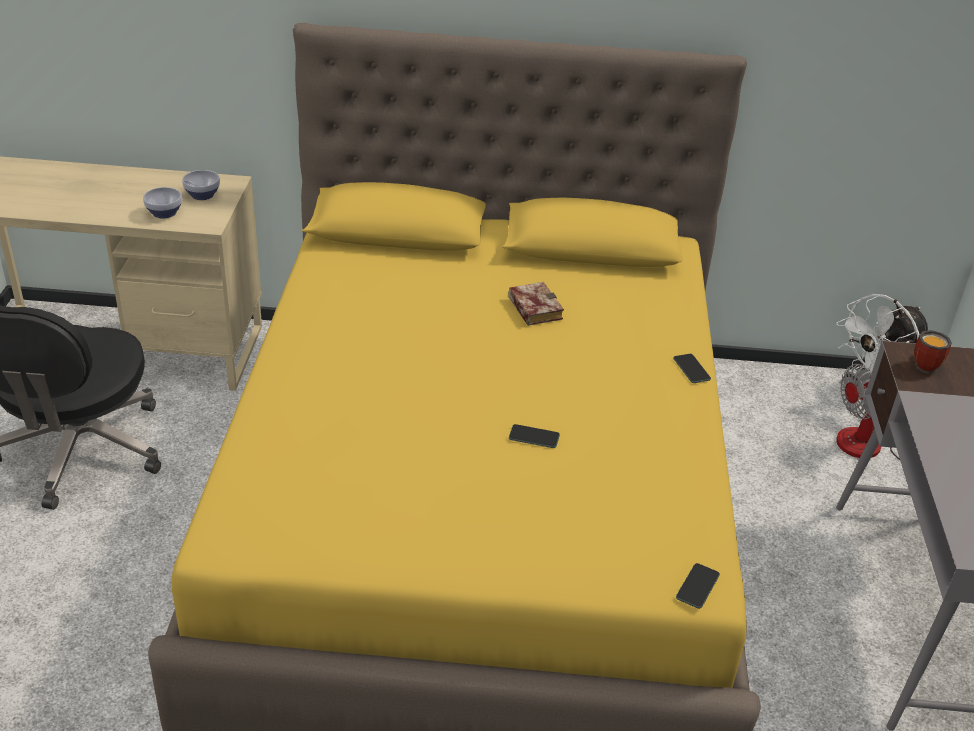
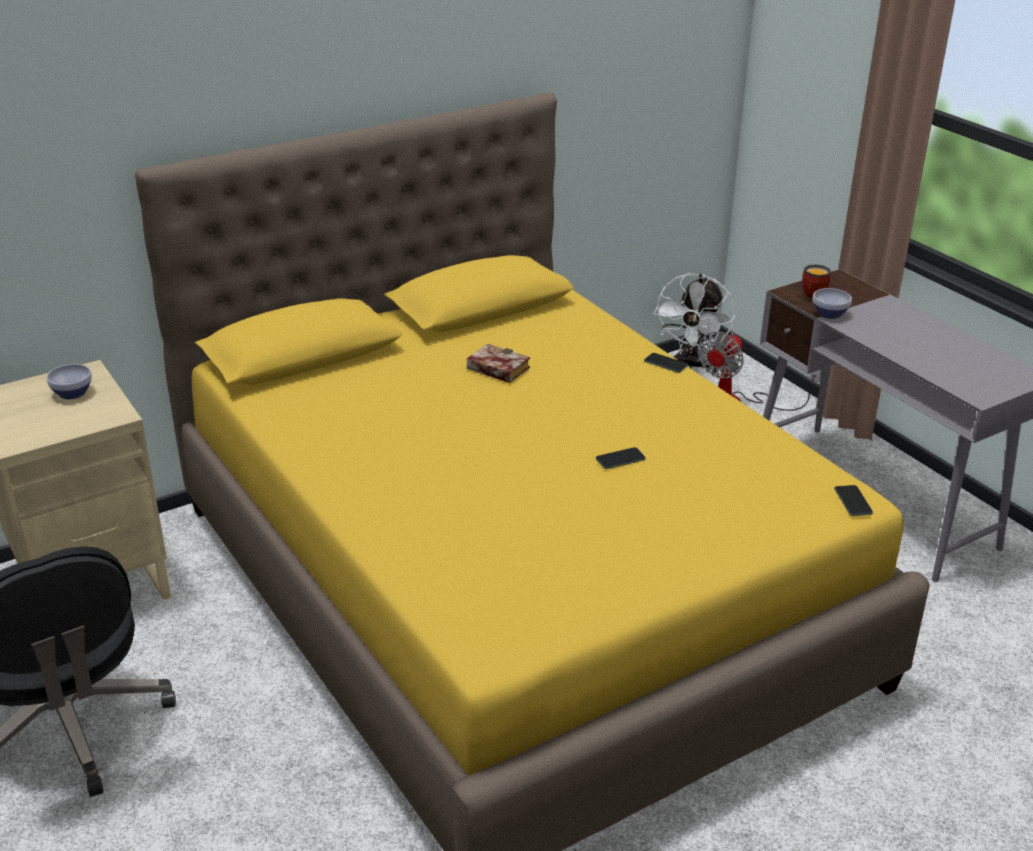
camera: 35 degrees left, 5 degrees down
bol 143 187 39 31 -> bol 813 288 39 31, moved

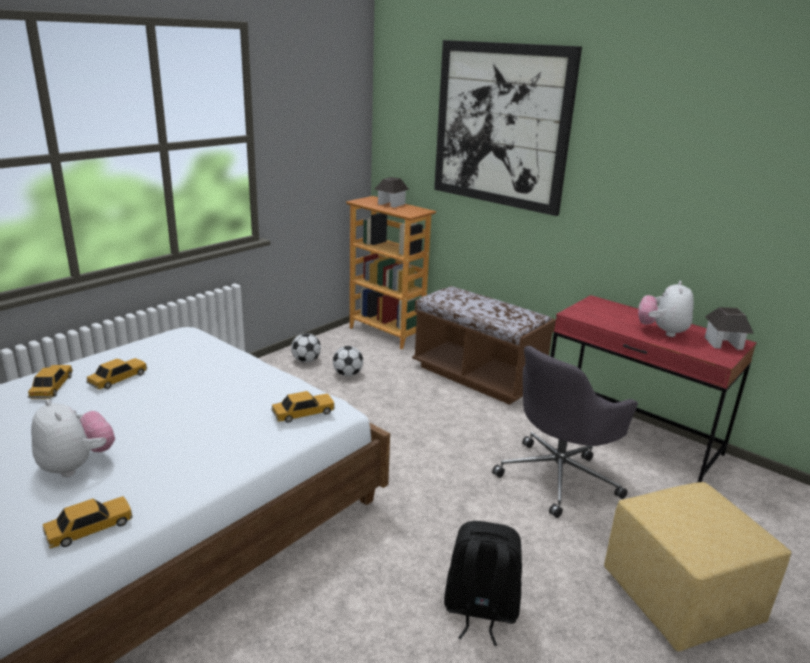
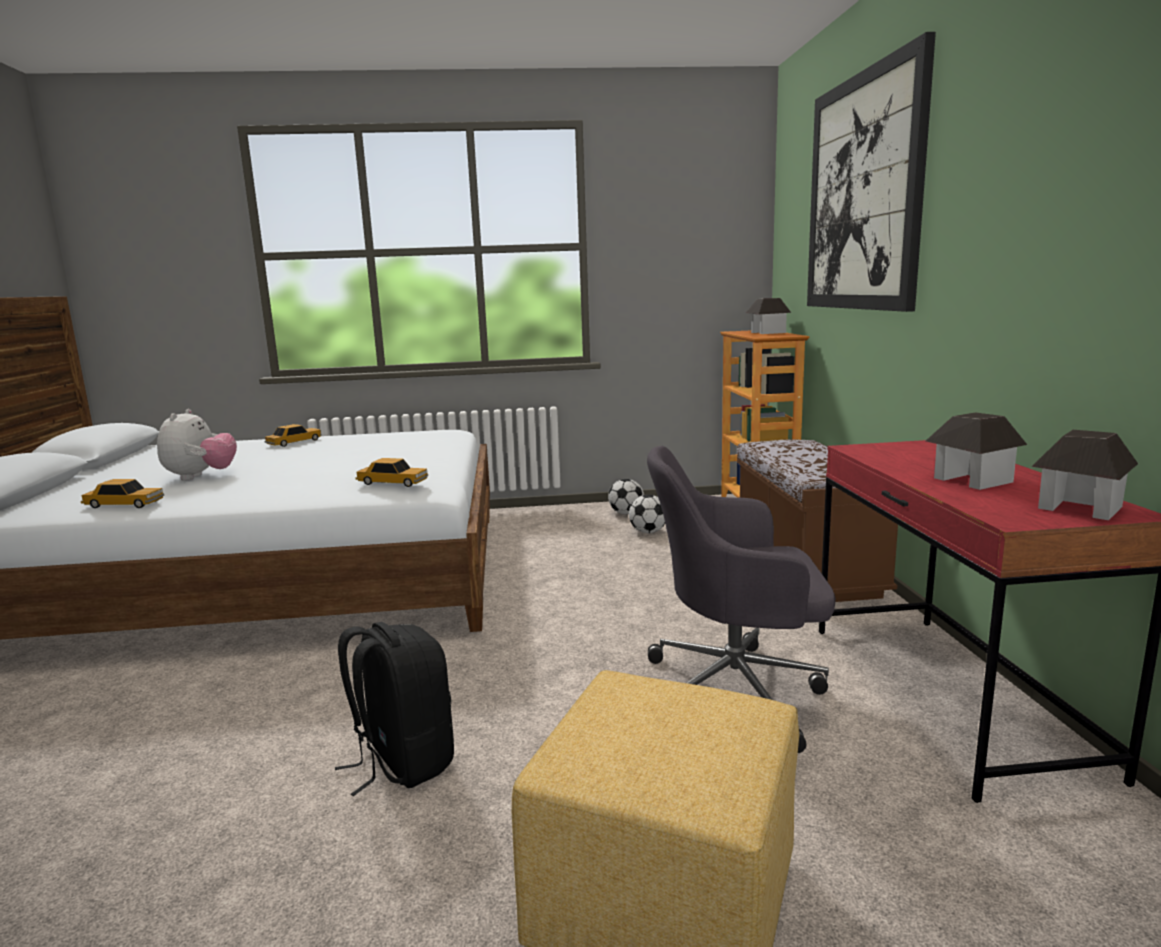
camera: 45 degrees right, 10 degrees down
petite voiture 86 358 61 31 -> none
peluche 638 281 56 56 -> maison miniature 926 412 101 78

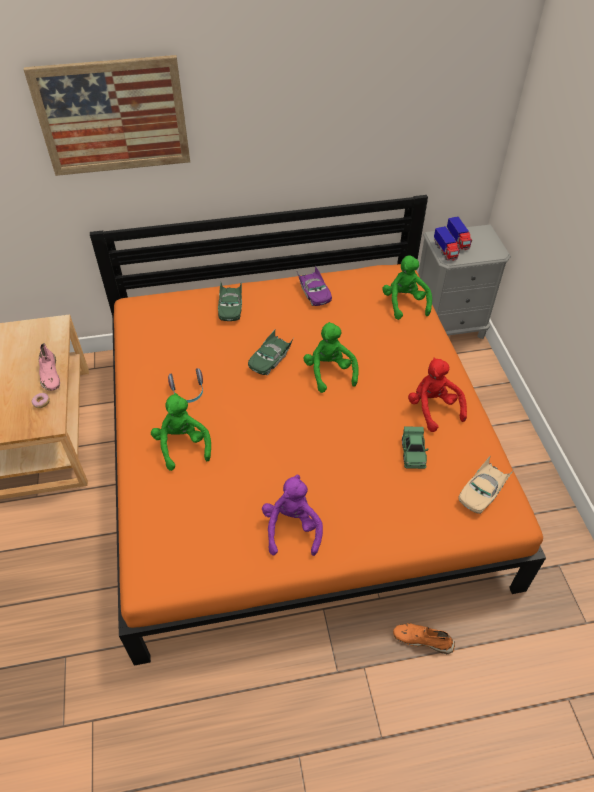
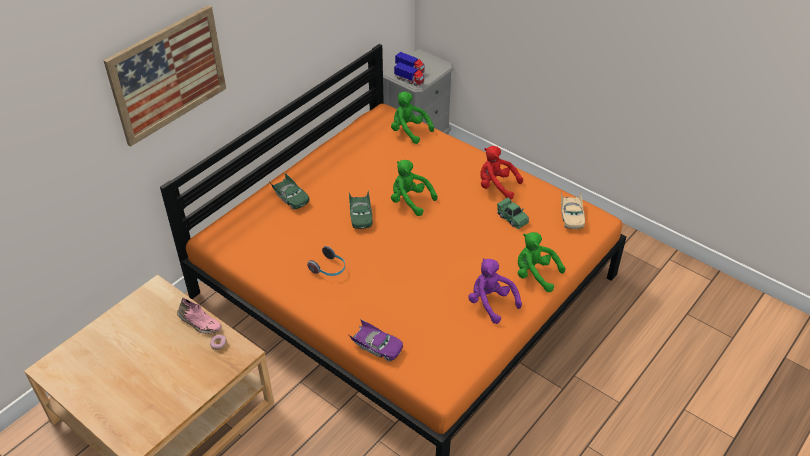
camera: 40 degrees left, 5 degrees down
chaussure/orange 393 623 62 31 -> none
peluche/vert 151 393 60 78 -> peluche/vert 518 232 47 60, moved
petite voiture/violet 297 265 35 41 -> petite voiture/violet 349 319 54 42, moved

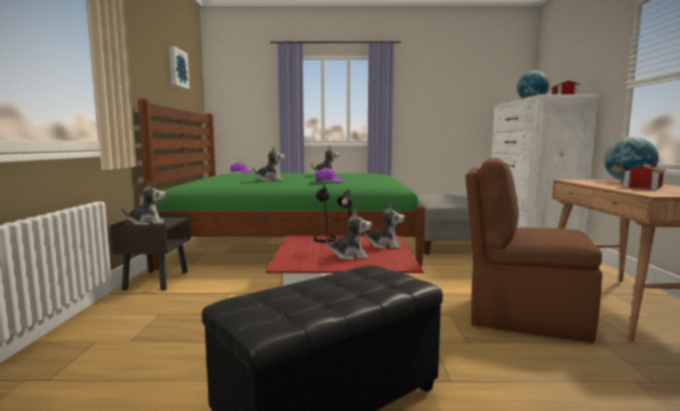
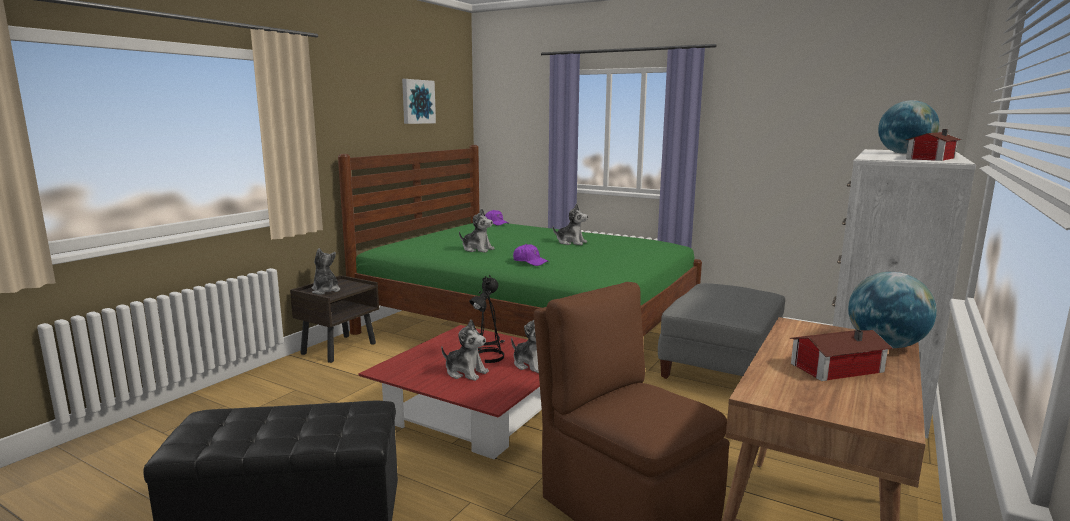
camera: 30 degrees right, 5 degrees up
peluche 122 181 44 44 -> peluche 312 248 28 47, 135 degrees counterclockwise

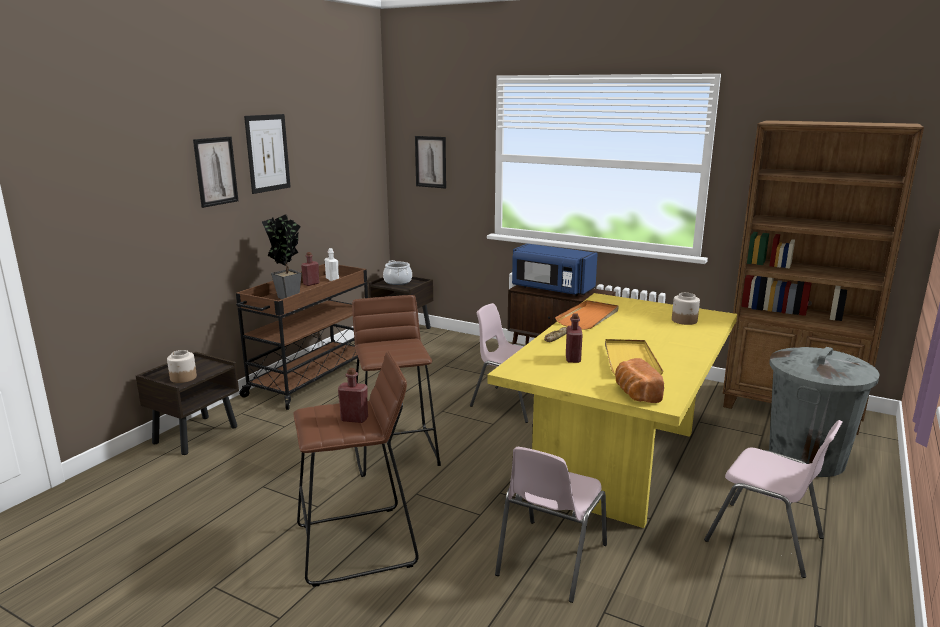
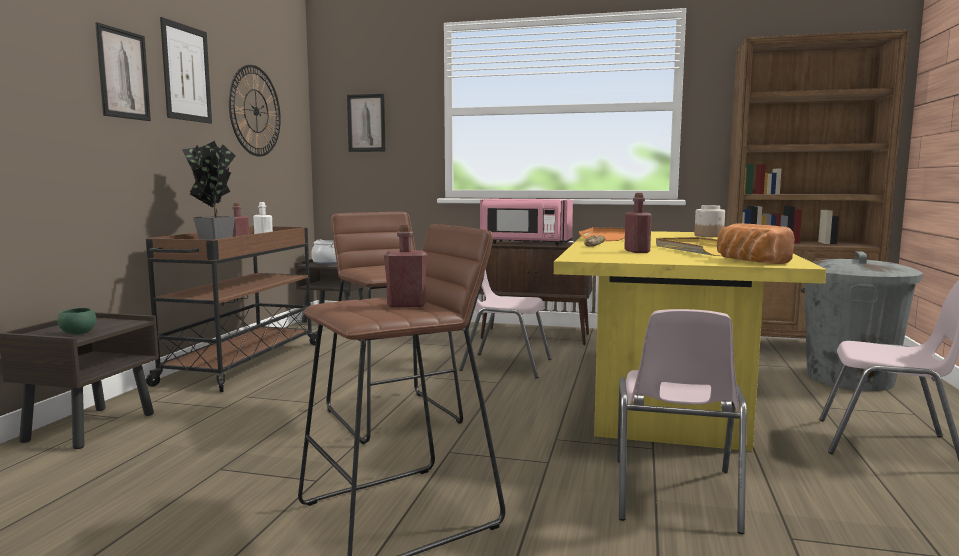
camera: 15 degrees left, 10 degrees down
none -> horloge murale 229 65 52 91
bocal 167 350 30 33 -> bol/vert 57 308 39 26
micro-ondes/bleu 512 244 86 52 -> micro-ondes/rose 480 199 93 46

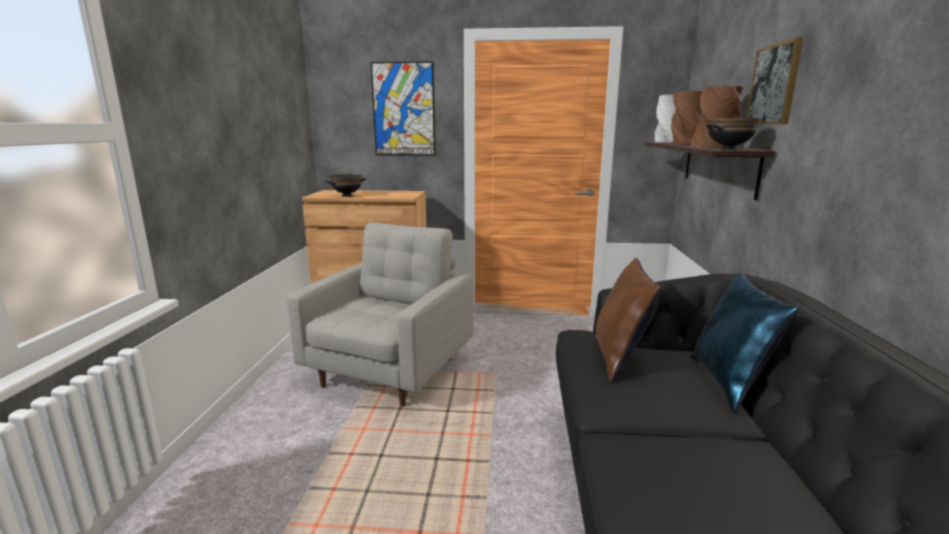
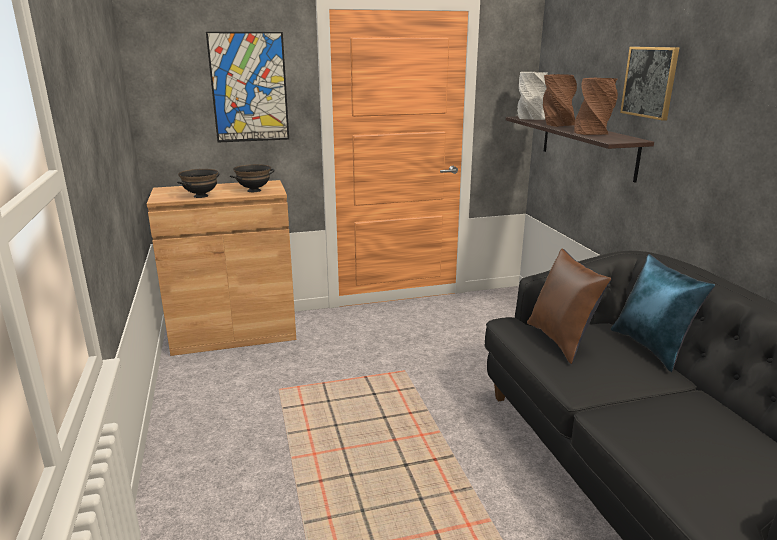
camera: 20 degrees left, 5 degrees up
fauteuil/gris 287 222 186 185 -> none
bol/noir 706 118 56 32 -> bol/noir 230 164 45 28, moved

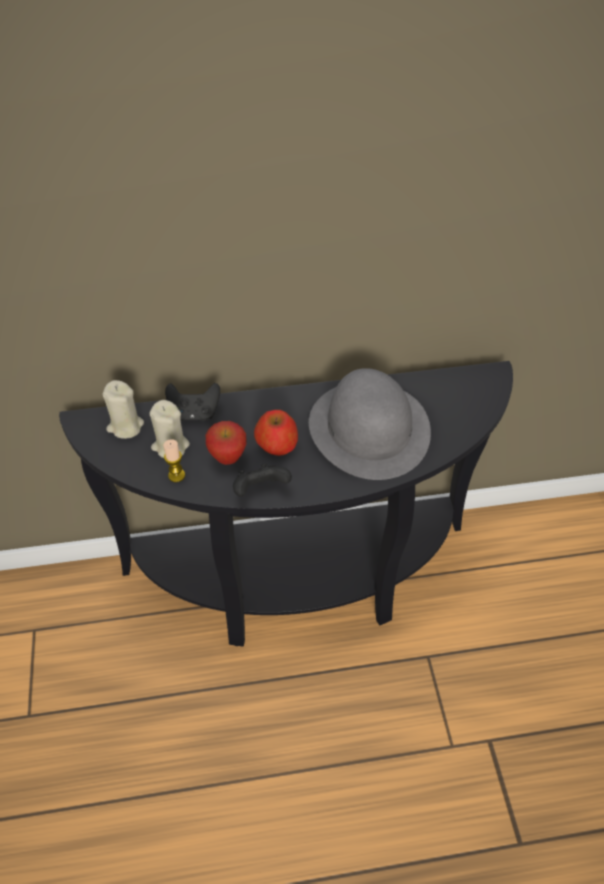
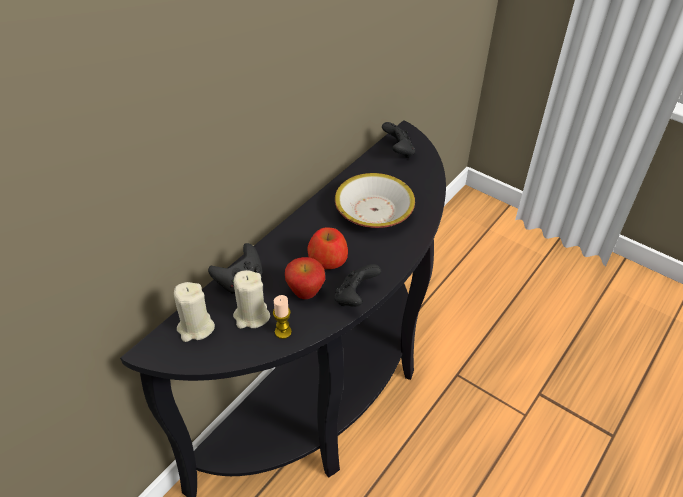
camera: 45 degrees left, 5 degrees down
none -> manette/noir 382 122 33 37
chapeau/gris 309 368 122 112 -> bol 335 173 80 55

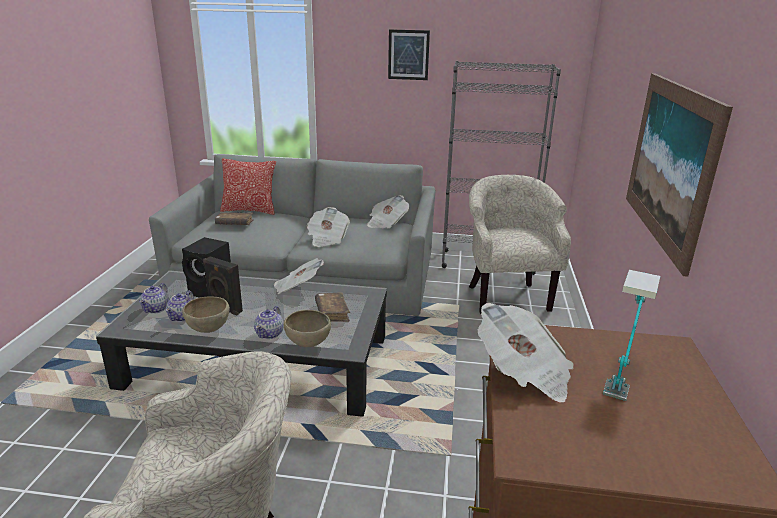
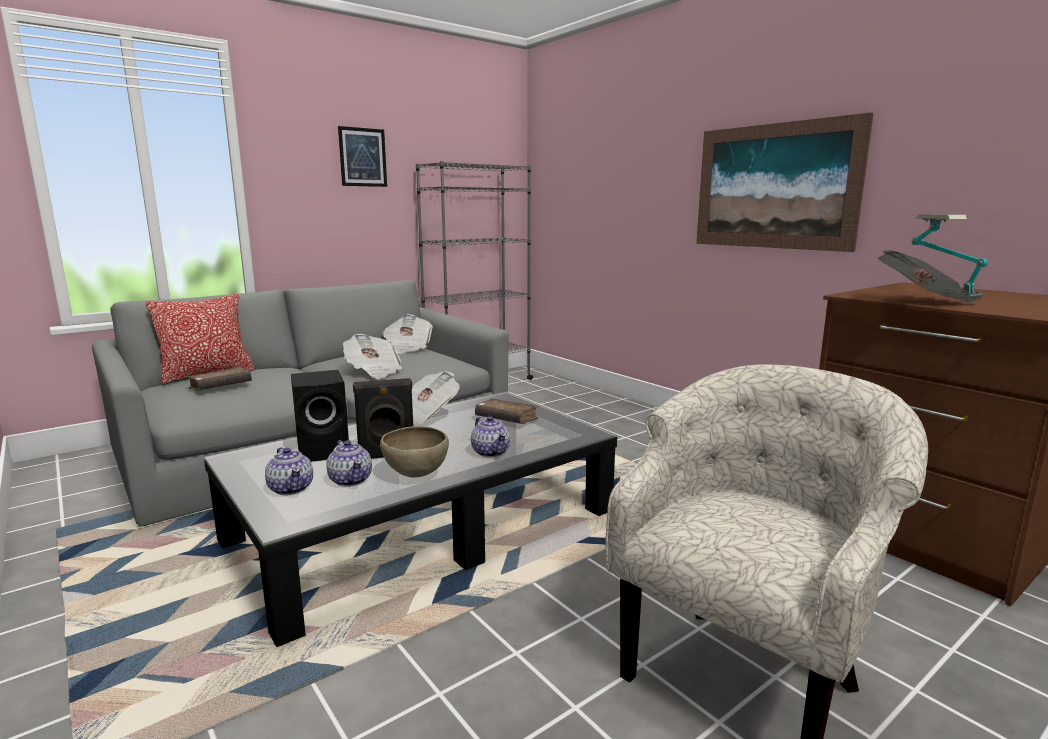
camera: 45 degrees left, 10 degrees down
bol/marron 284 310 47 37 -> none
fauteuil/beige 469 175 102 139 -> none

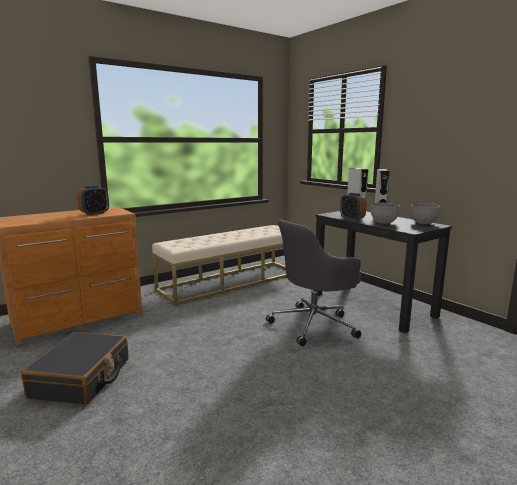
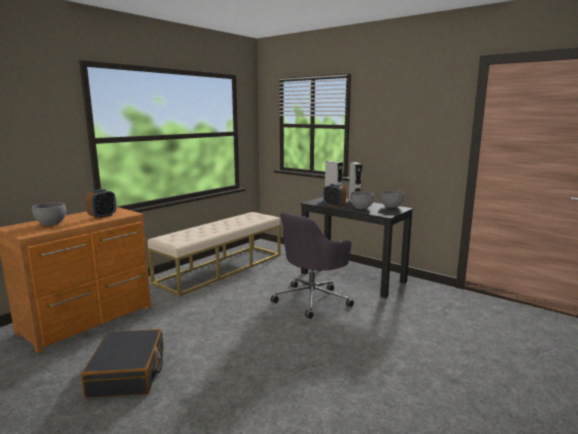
camera: 15 degrees left, 0 degrees up
none -> bol/gris 32 202 34 24

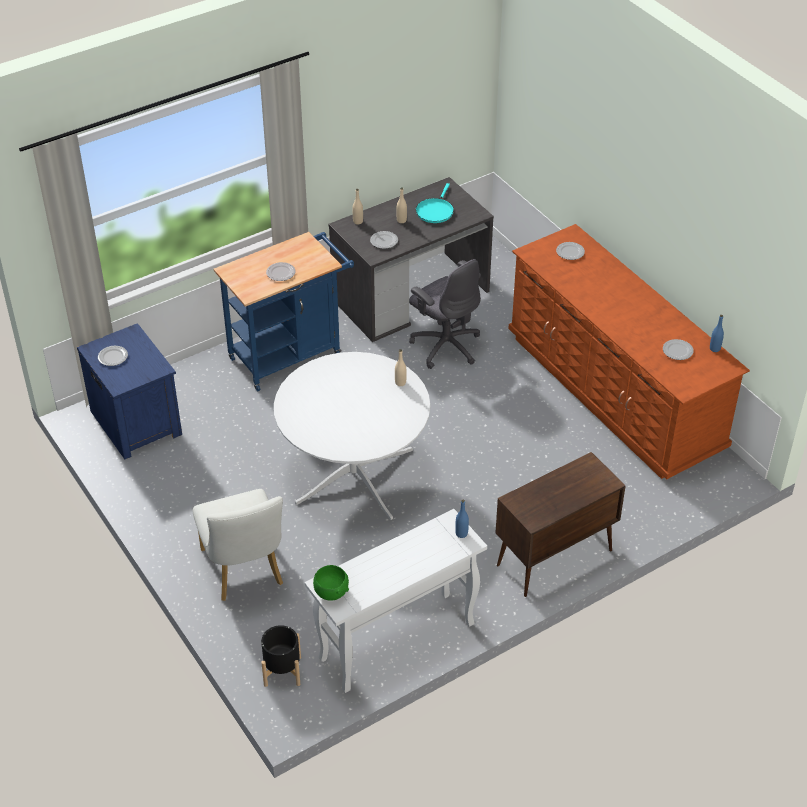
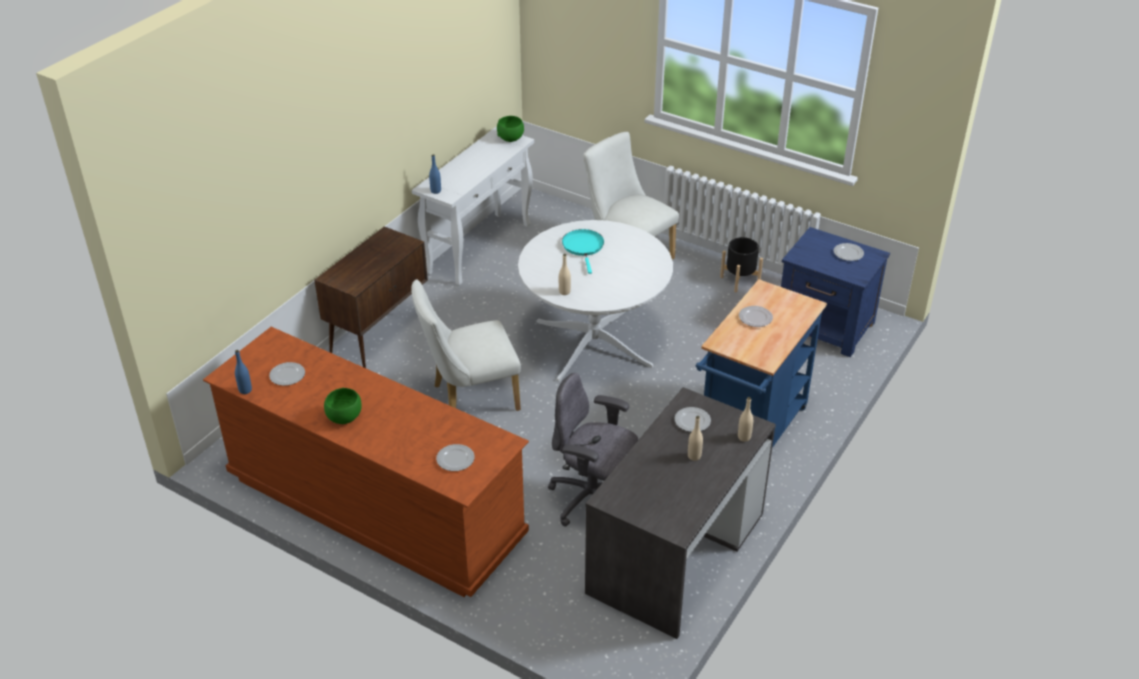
camera: 155 degrees right, 5 degrees down
none -> bol/vert 324 388 38 36
none -> chaise/blanc 411 279 110 132
cache-pot/noir 261 625 40 62 -> cache-pot/noir 720 237 43 55, moved
poêle/turquoise 416 183 38 40 -> poêle/turquoise 562 229 42 45, moved

